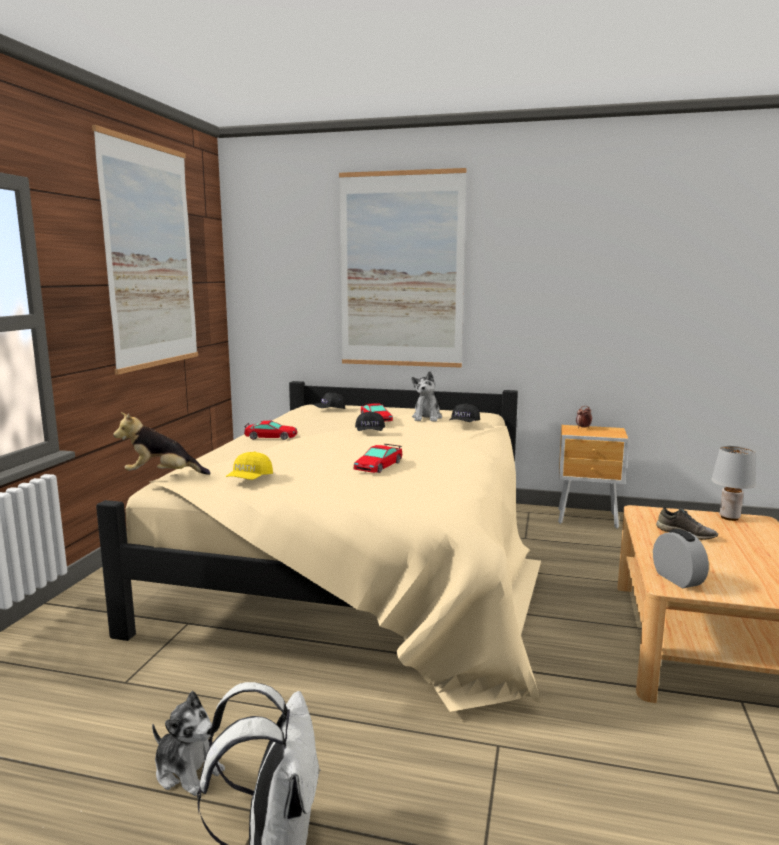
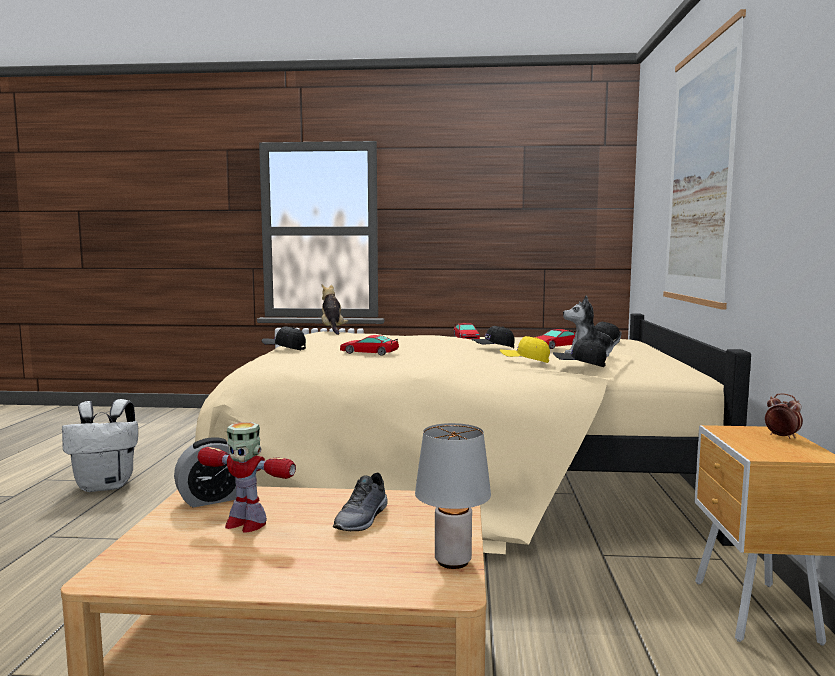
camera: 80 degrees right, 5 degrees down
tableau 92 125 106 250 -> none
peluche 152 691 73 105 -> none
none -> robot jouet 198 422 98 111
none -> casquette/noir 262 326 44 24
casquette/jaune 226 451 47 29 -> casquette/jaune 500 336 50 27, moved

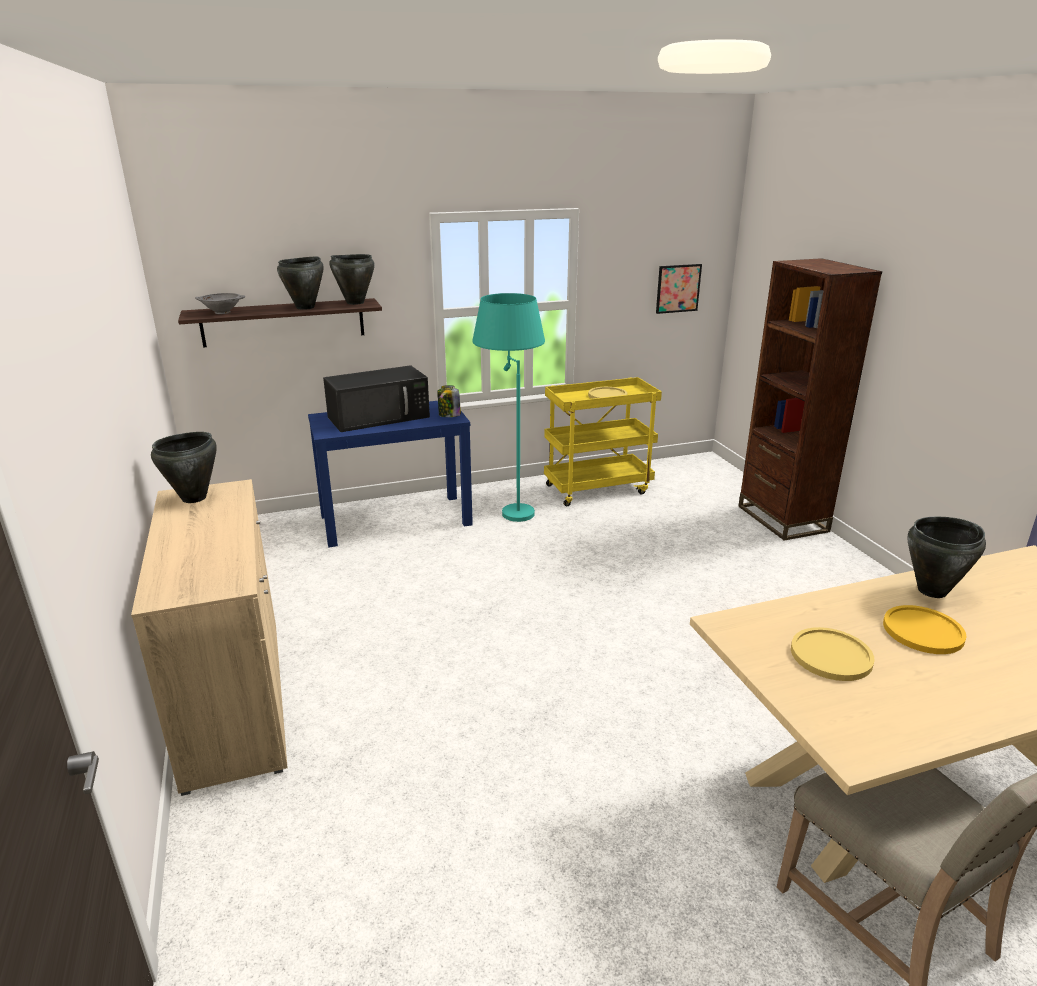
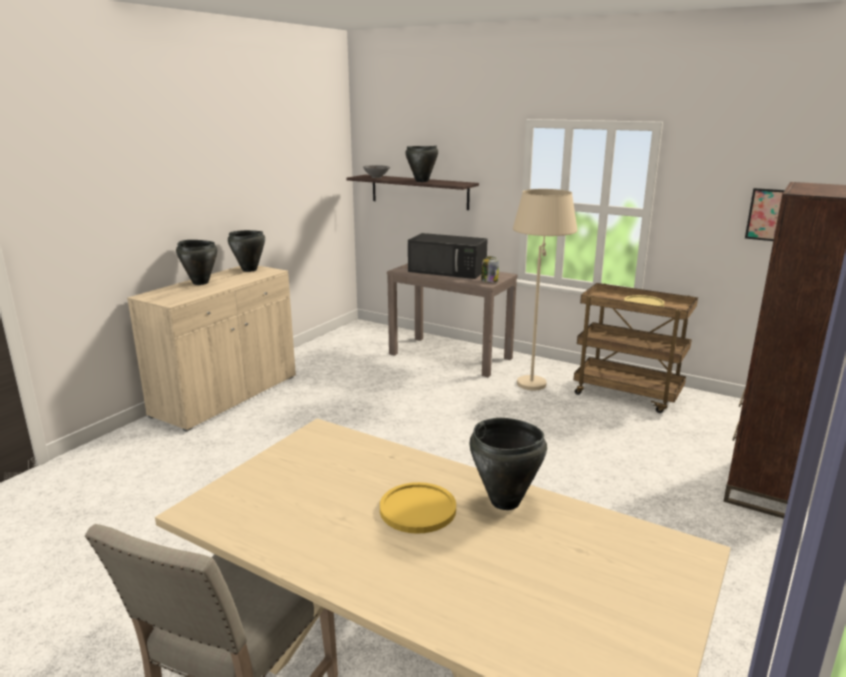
camera: 50 degrees right, 5 degrees down
assiette/jaune 791 627 84 54 -> none
marmite/noir 329 254 46 51 -> marmite/noir 176 240 41 45, moved
table console/bleu 308 401 165 147 -> table console/marron 387 263 131 114
lampadaire/turquoise 472 293 73 229 -> lampadaire/beige 513 189 64 201
chariot/jaune 544 377 118 129 -> chariot/marron 574 283 124 130

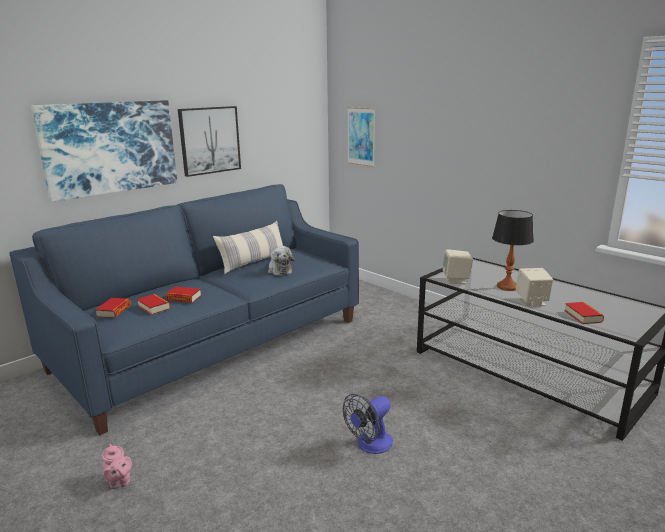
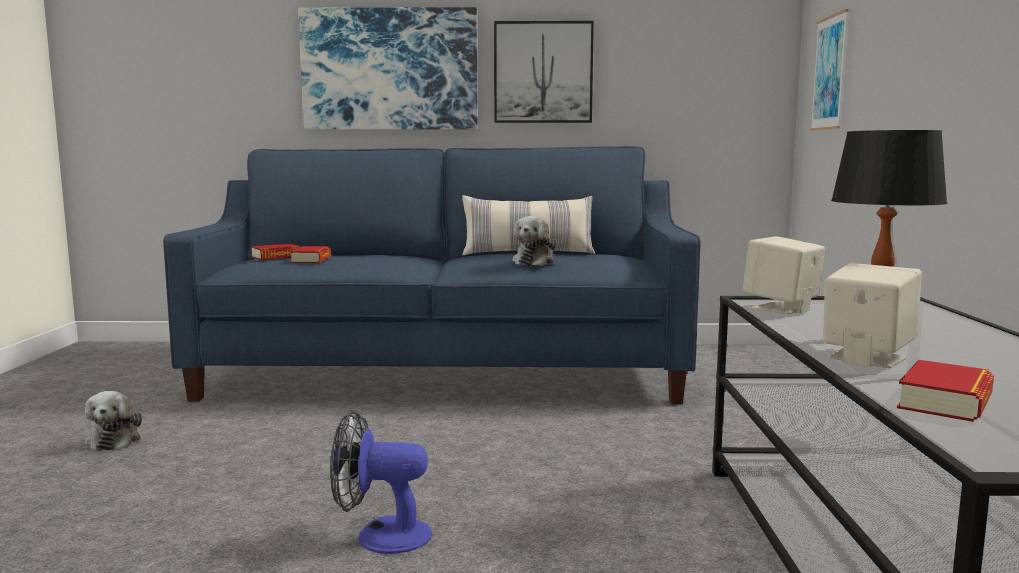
camera: 45 degrees right, 10 degrees down
livre 165 287 36 16 -> none
théière/rose 102 444 30 45 -> peluche 85 391 57 60

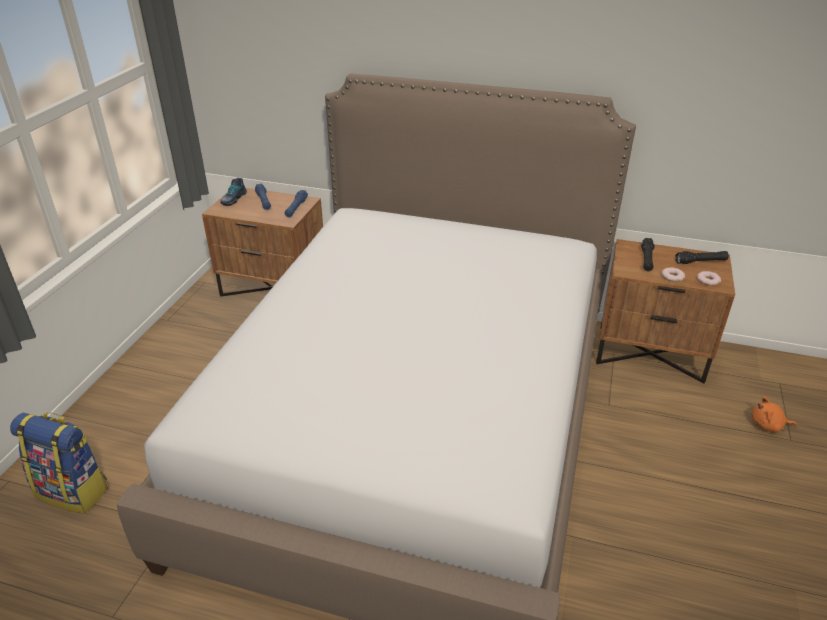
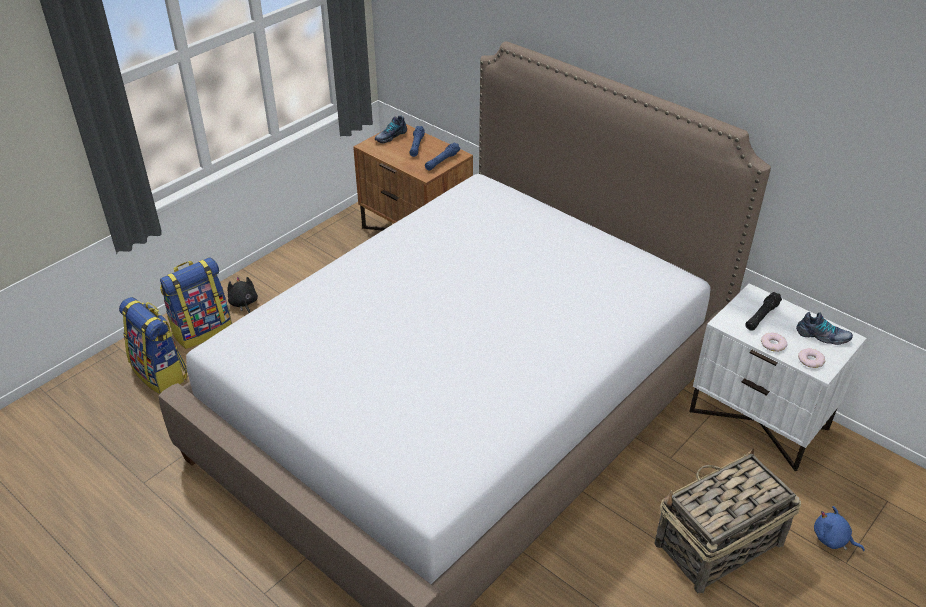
camera: 25 degrees right, 5 degrees up
none -> sac à dos 160 257 72 92
none -> peluche/noir 227 277 31 36
none -> panier 654 448 147 145
lampe de poche/noir 675 251 54 13 -> chaussure 796 312 57 33
table de chevet/marron 596 239 139 144 -> table de chevet/blanc 690 283 177 188
peluche/orange 752 396 45 36 -> peluche/bleu 814 506 51 45

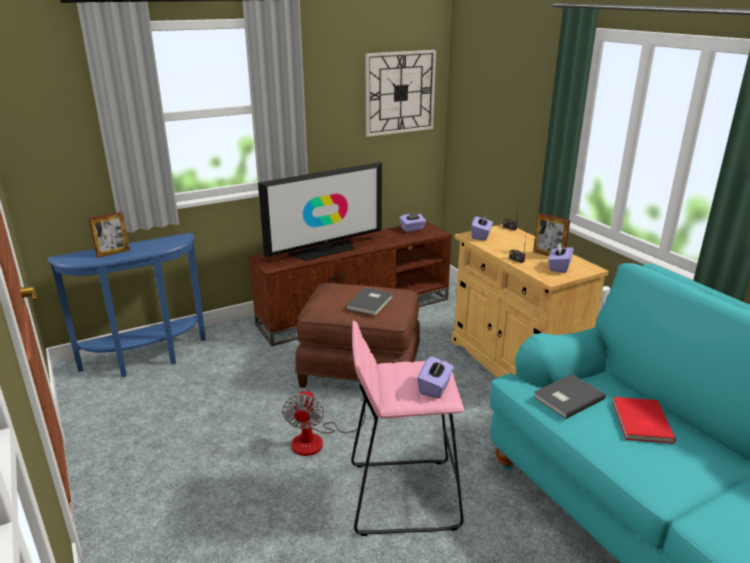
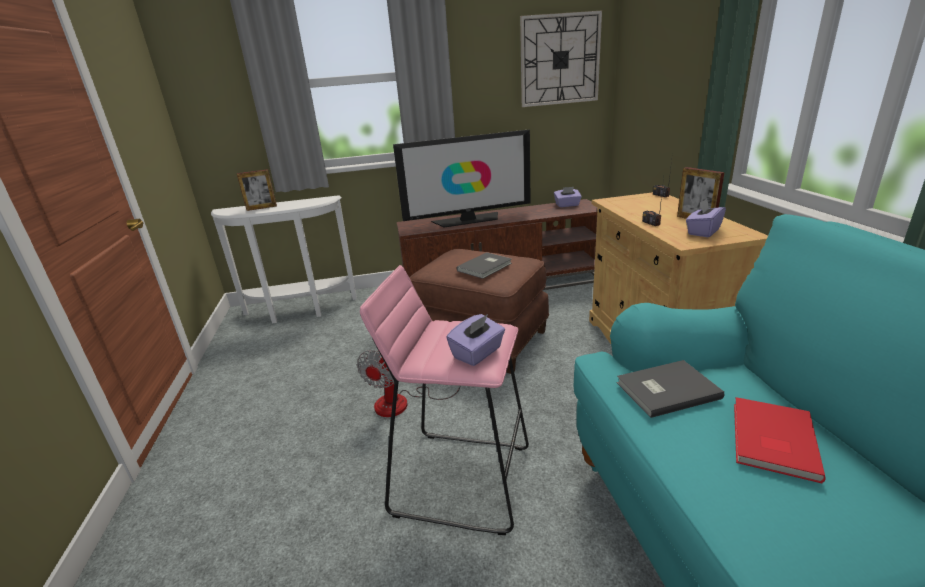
camera: 20 degrees right, 0 degrees up
boîte à mouchoirs/violet 471 214 22 26 -> none
table console/bleu 47 233 159 144 -> table console/blanc 211 195 146 129

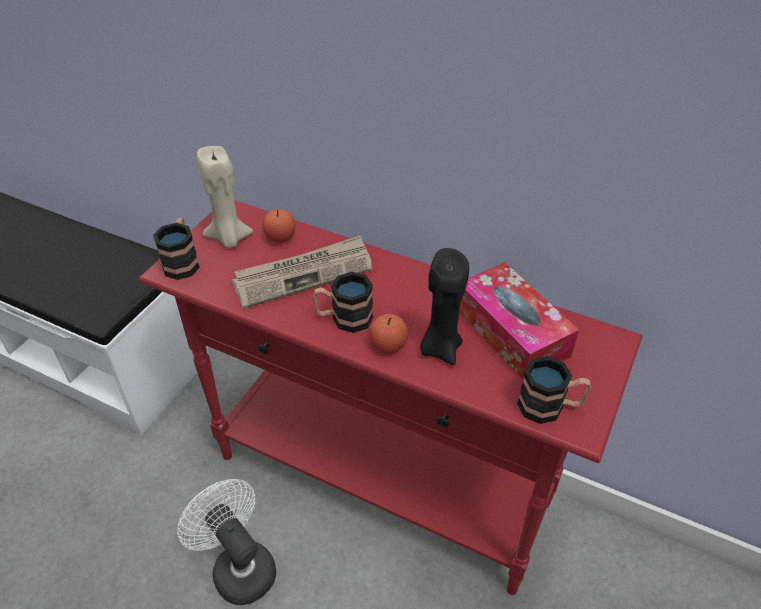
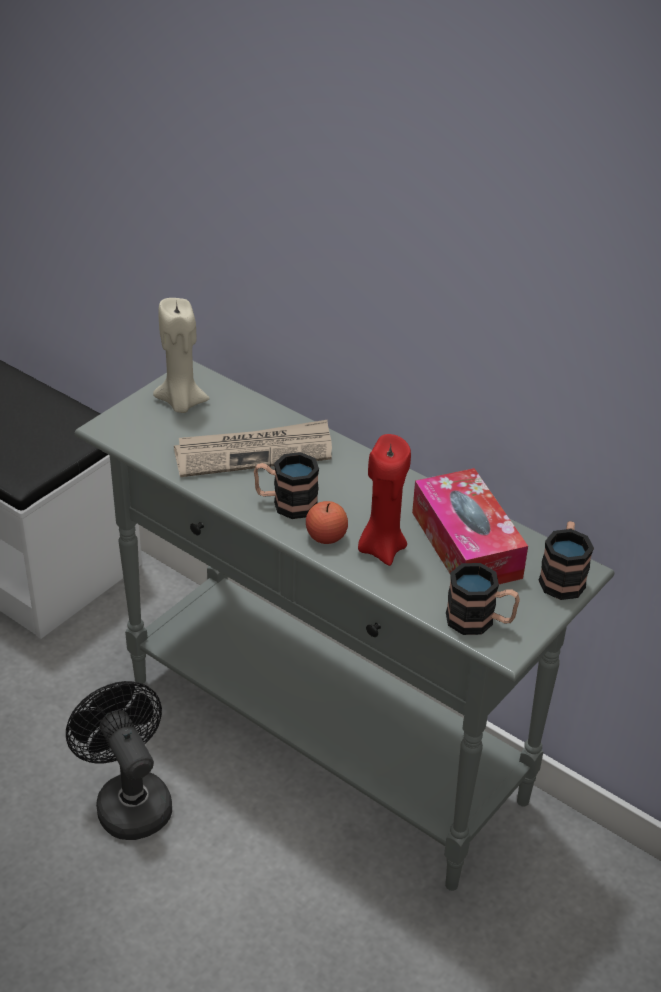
camera: 10 degrees right, 5 degrees down
pomme 262 209 34 34 -> none
mug 153 217 47 63 -> mug 539 521 55 79, moved
table console/rouge 139 200 503 395 -> table console/gris 75 361 540 530
ventilateur/blanc 177 479 99 126 -> ventilateur/noir 66 681 106 159
bougie/noir 420 248 49 117 -> bougie/rouge 358 434 53 132

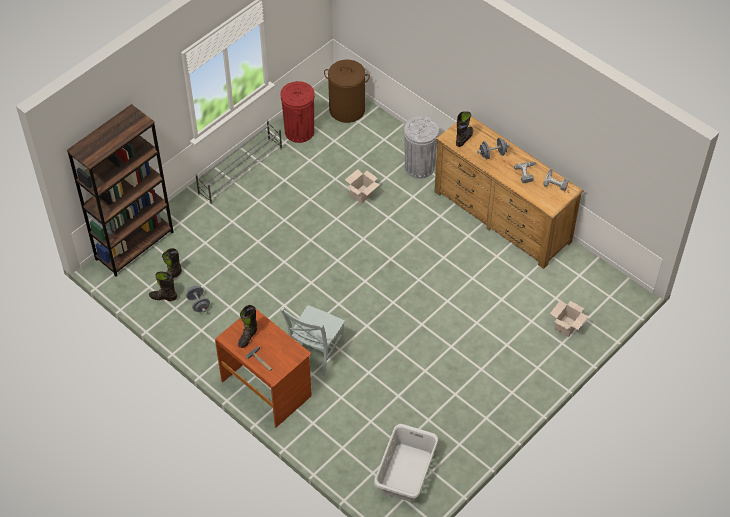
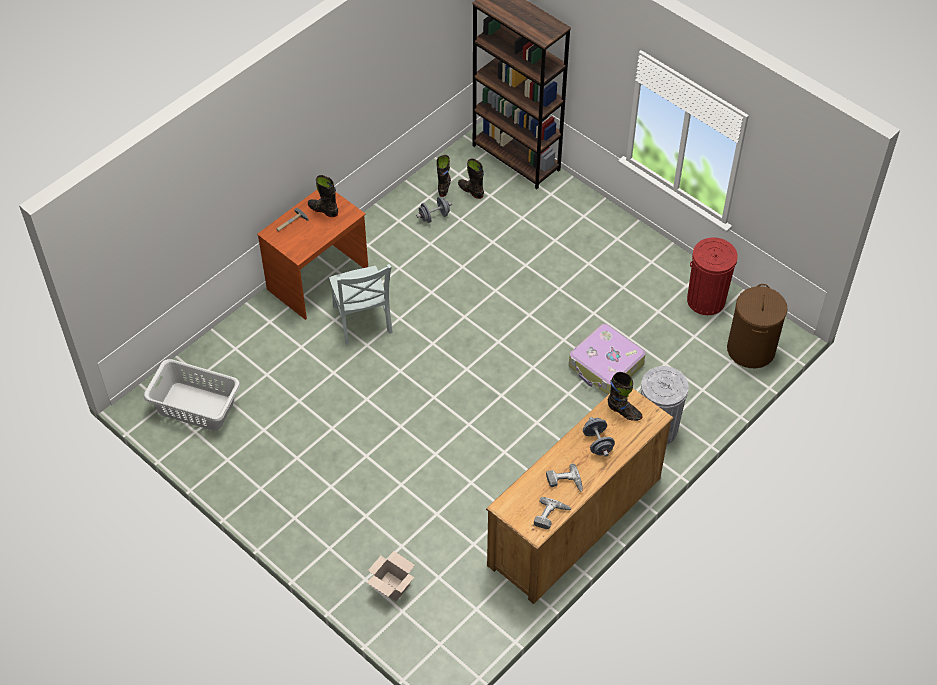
camera: 90 degrees right, 0 degrees up
étagère à chaussures/gris 195 120 87 84 -> none
carton 345 169 34 35 -> valise 569 324 77 71
chaise/gris 280 305 65 71 -> chaise/gris 329 264 64 81, 135 degrees counterclockwise

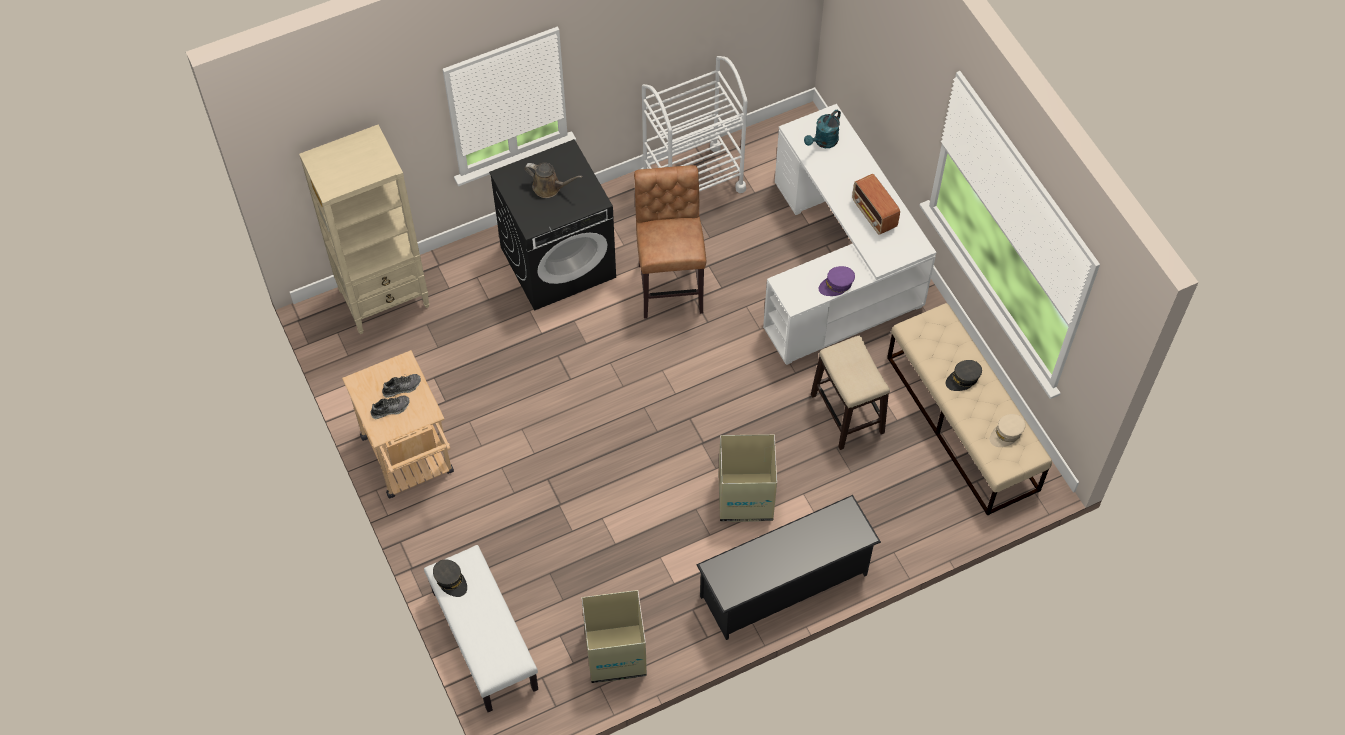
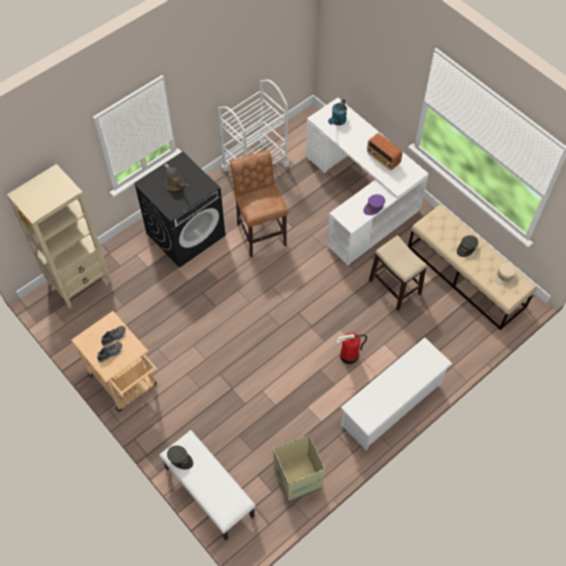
camera: 15 degrees left, 0 degrees up
carton 718 434 59 88 -> extincteur 335 332 32 32
étagère à chaussures/noir 696 495 185 145 -> étagère à chaussures/blanc 340 337 113 113
arrosoir/marron 524 163 59 35 -> arrosoir/marron 163 164 26 27, 45 degrees clockwise

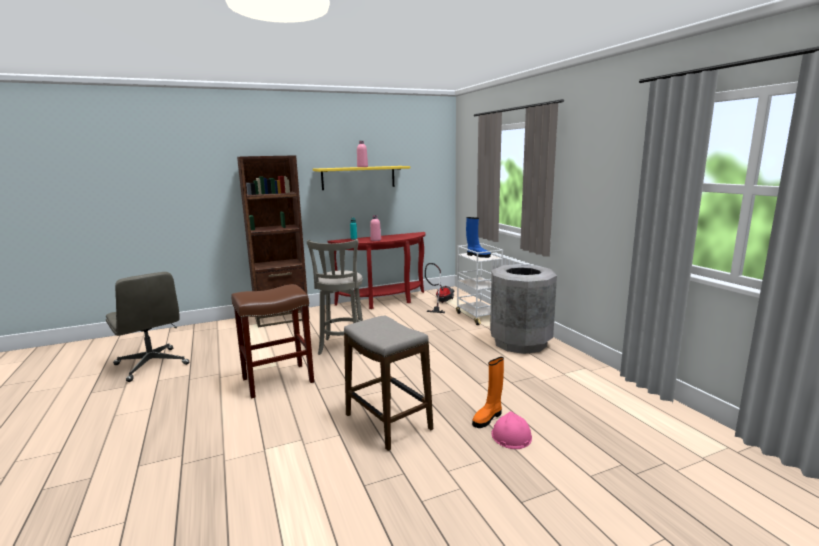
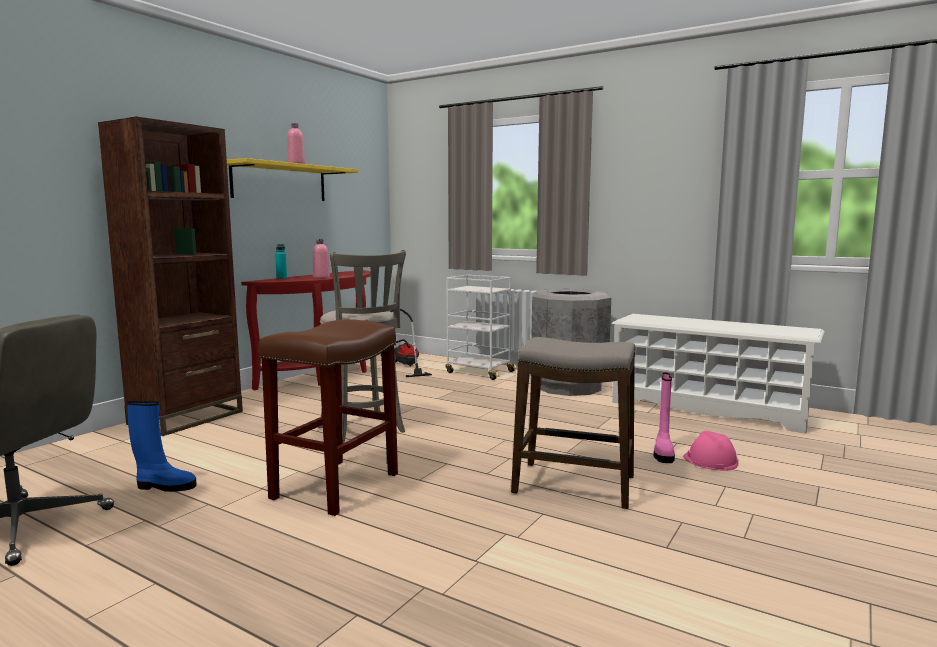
camera: 35 degrees left, 5 degrees down
none -> étagère à chaussures/blanc 611 314 214 120
botte/bleu 466 217 25 41 -> botte/bleu 127 401 70 91, moved
botte/orange 472 357 32 71 -> botte/rose 654 373 21 90

